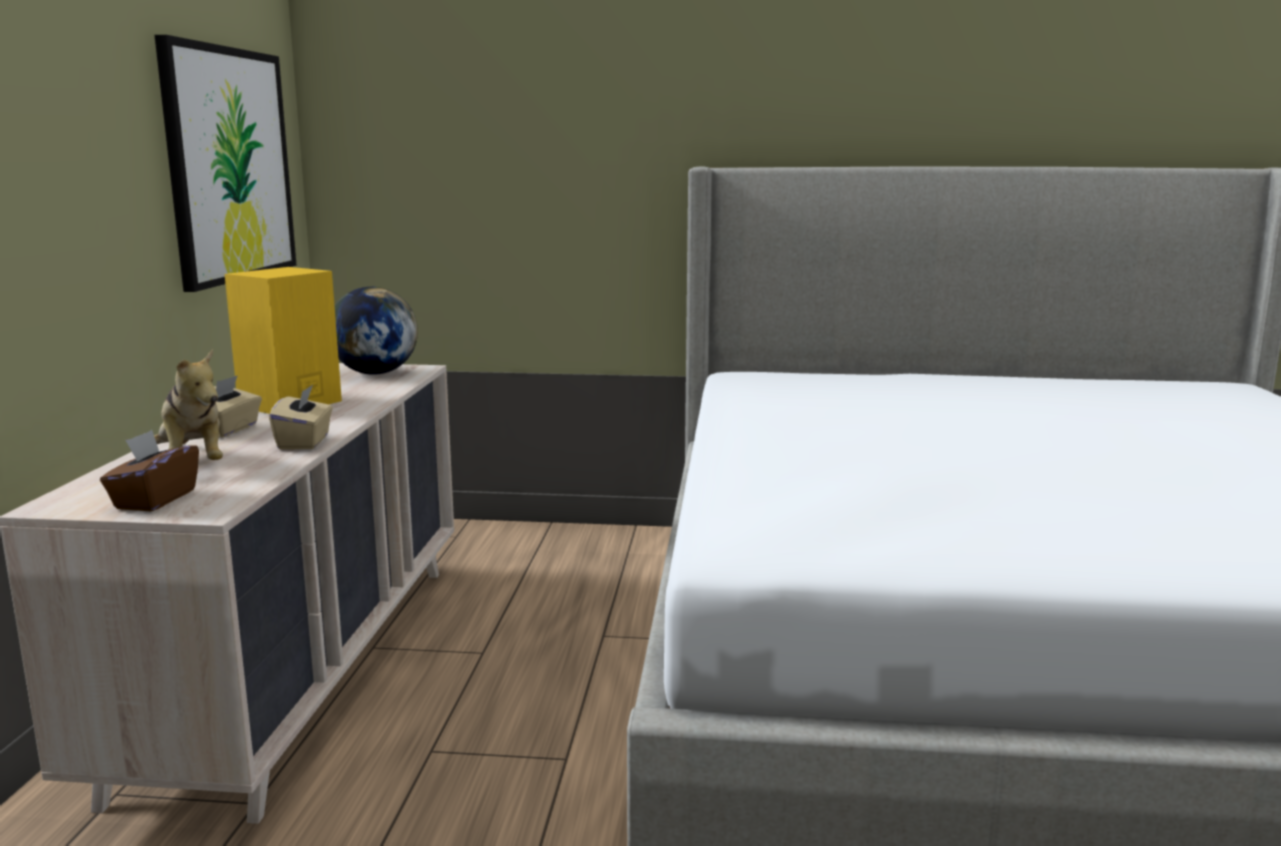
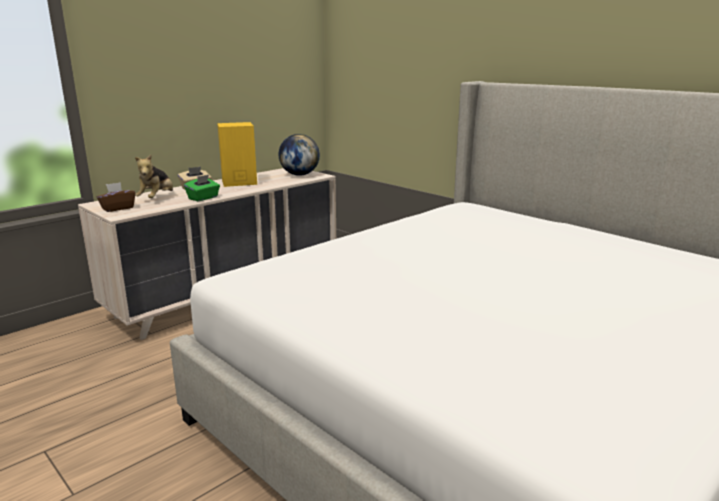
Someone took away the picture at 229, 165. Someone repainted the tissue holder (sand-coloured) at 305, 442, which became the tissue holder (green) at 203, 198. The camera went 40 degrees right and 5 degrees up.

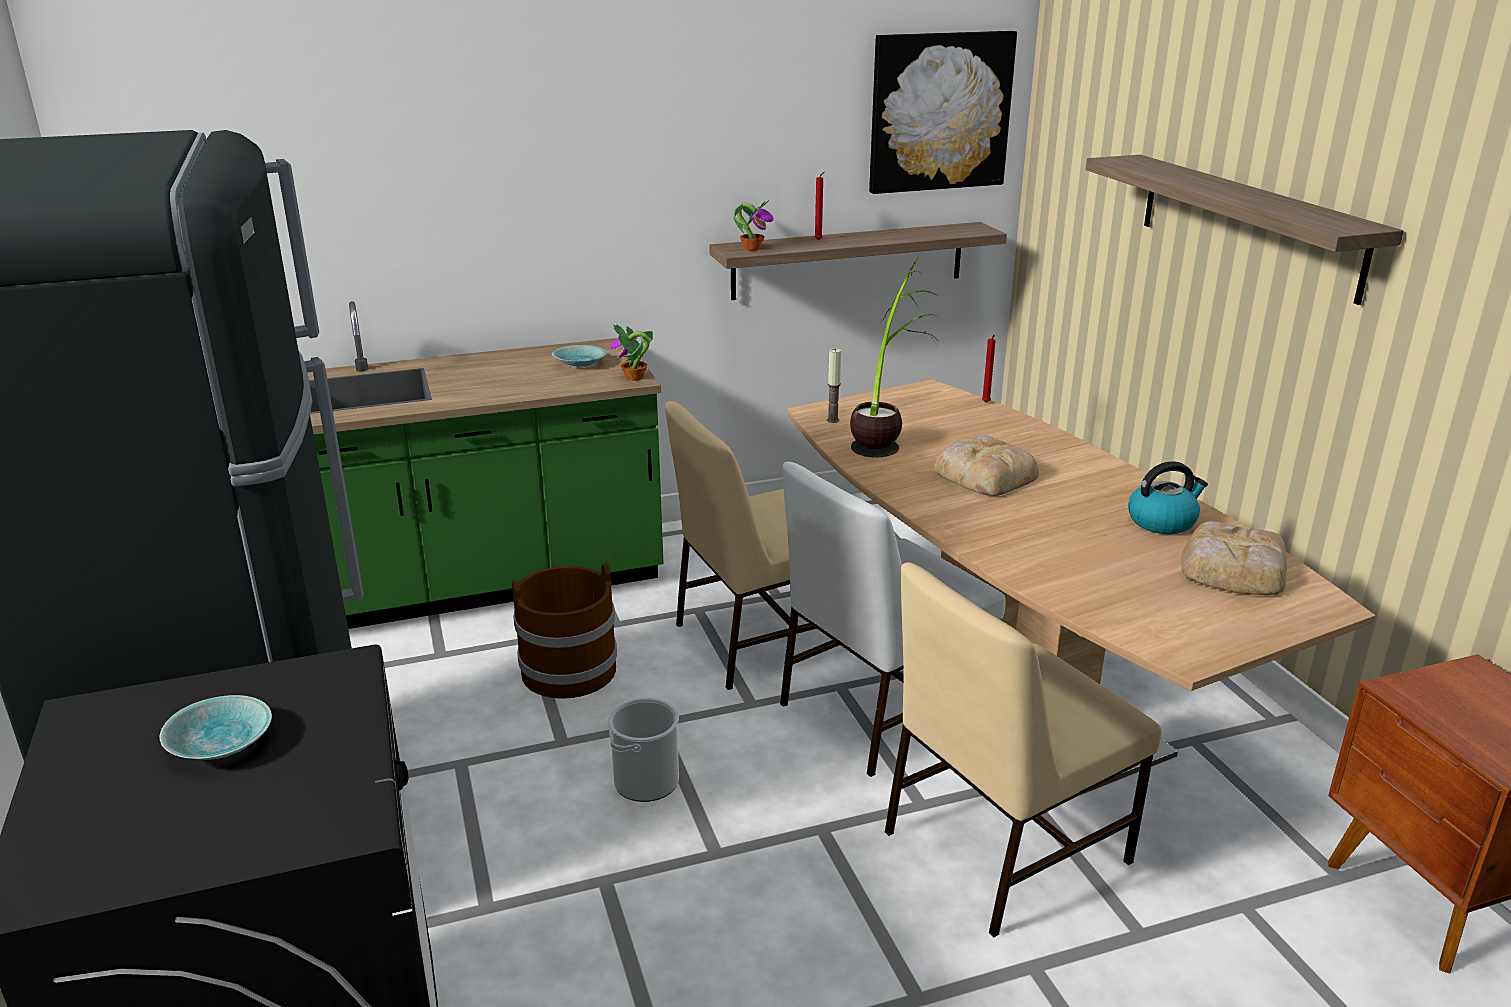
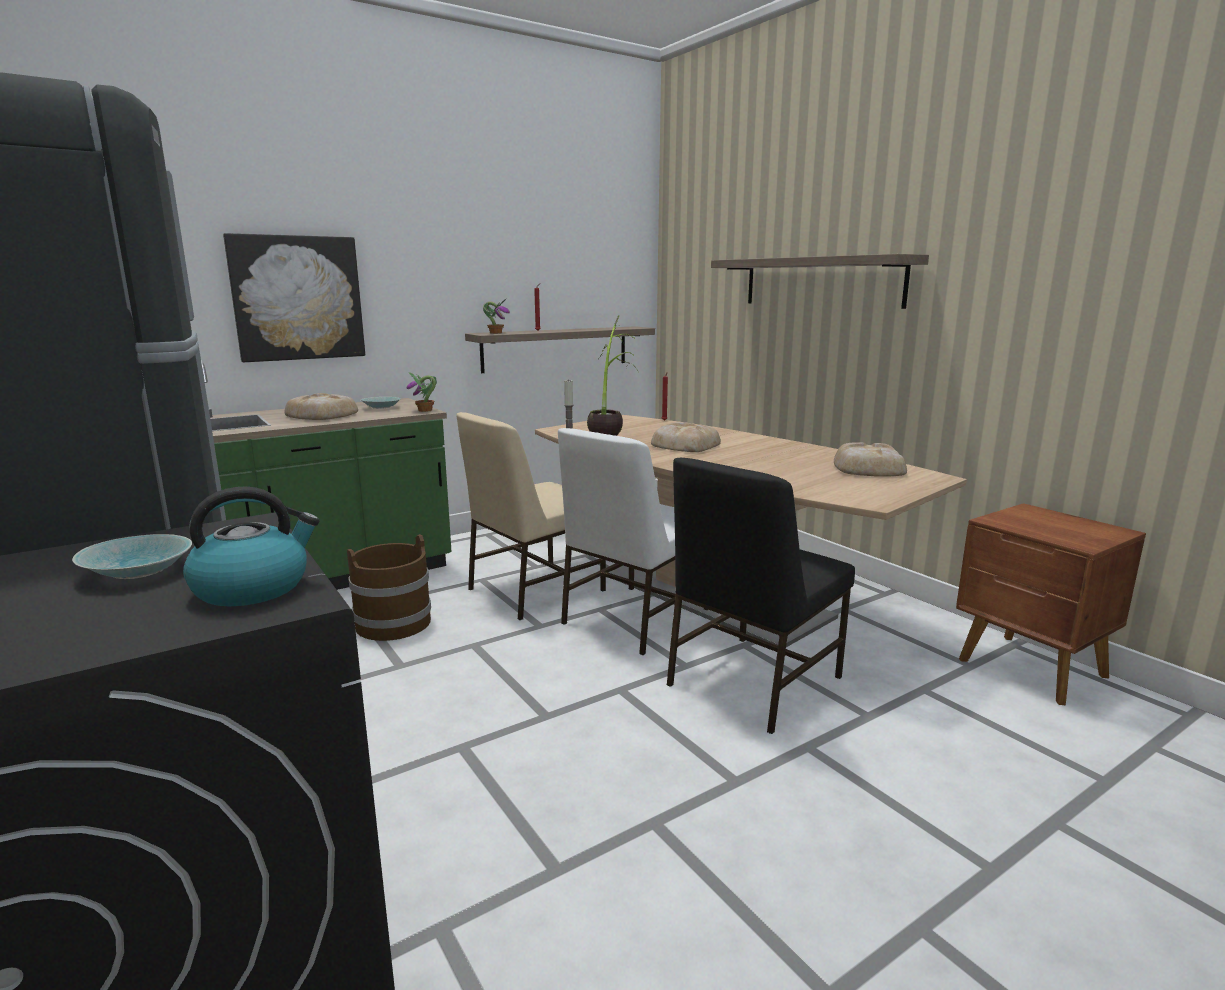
Someone took away the pail at 646, 781. Someone put down the baked bread at 322, 415. Someone carried the picture from 939, 112 to 297, 298. Someone carried the kettle from 1162, 521 to 253, 587. Someone repainted the plain chair (sand-coloured) at 1001, 847, which became the plain chair (black) at 751, 681. The camera went 15 degrees left and 10 degrees down.

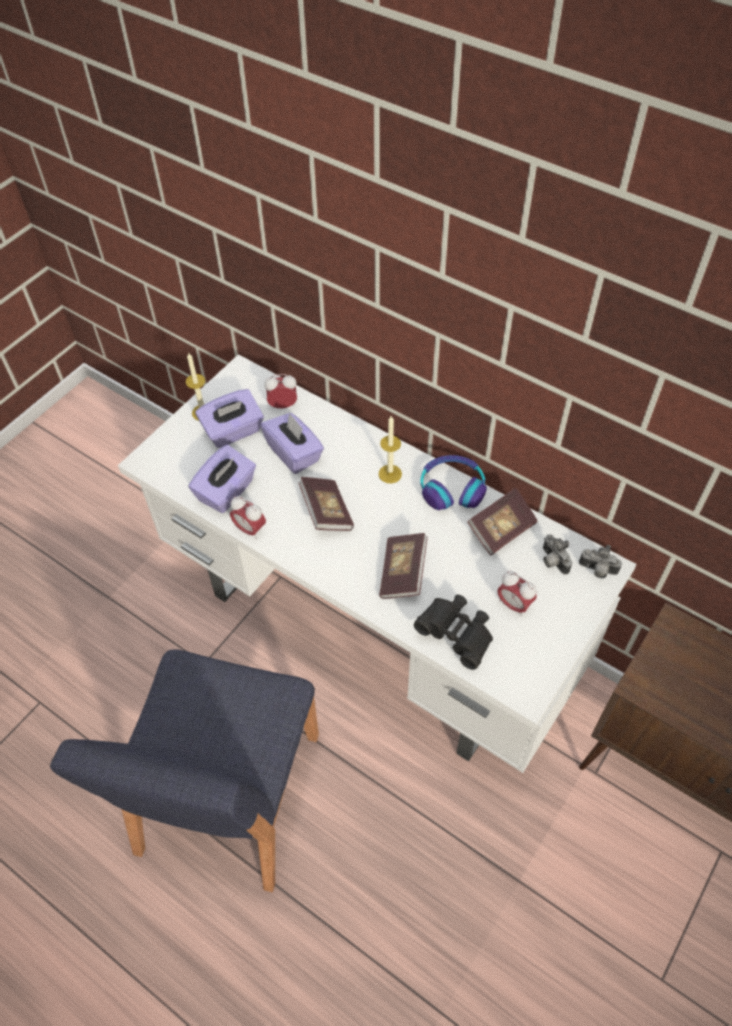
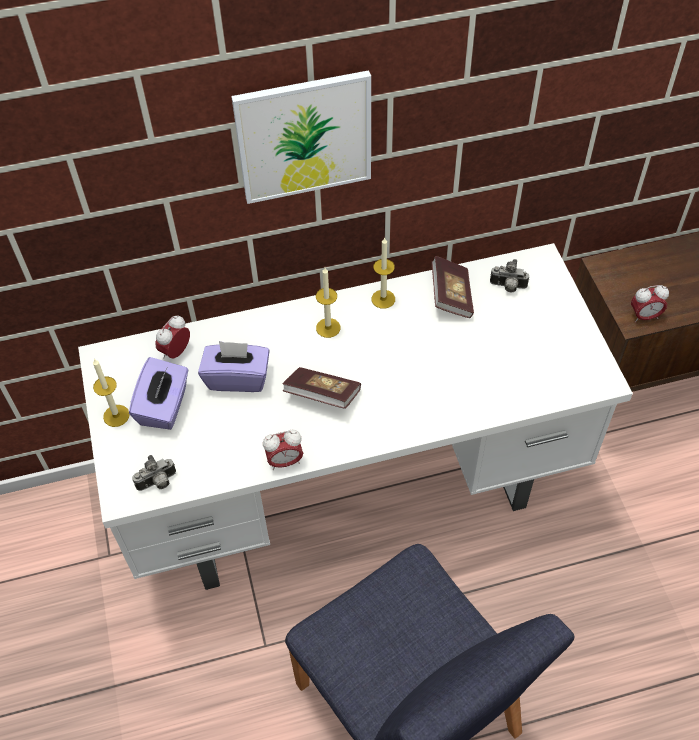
Someone took away the tissue holder (purplish) at 227, 492. Someone took away the volume at 403, 573. Someone took away the pair of binoculars (black) at 457, 635. Someone put up the picture at 304, 137. Someone carried the bedside clock from 513, 604 to 644, 316. Someone carried the photo camera from 597, 571 to 158, 483. Someone swapped the headphones at 452, 488 for the wax candle at 383, 299. The camera went 50 degrees left and 0 degrees up.

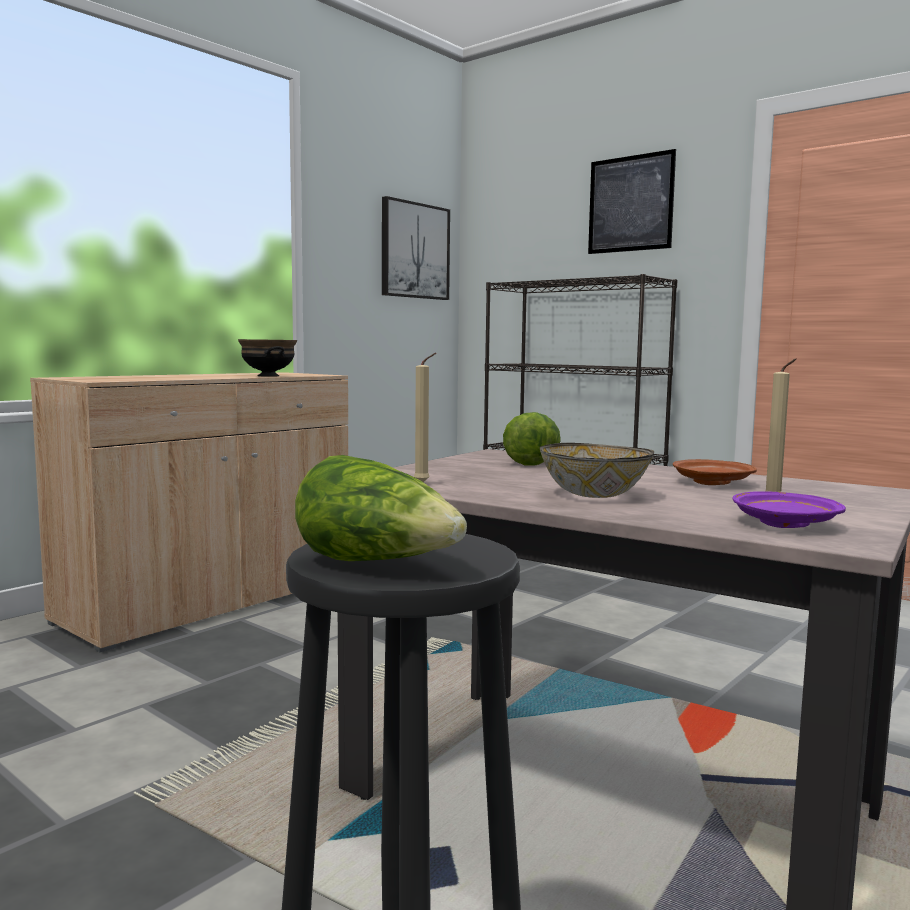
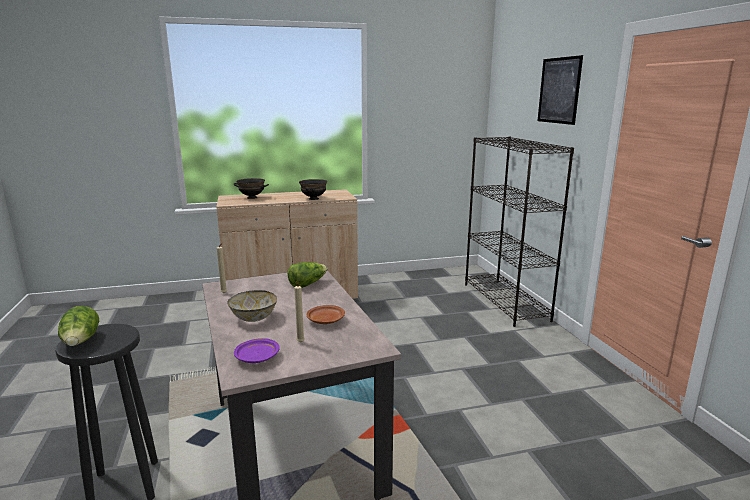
Someone took away the picture at 414, 251. Someone put down the bowl (black) at 252, 197. The camera went 35 degrees right and 10 degrees up.

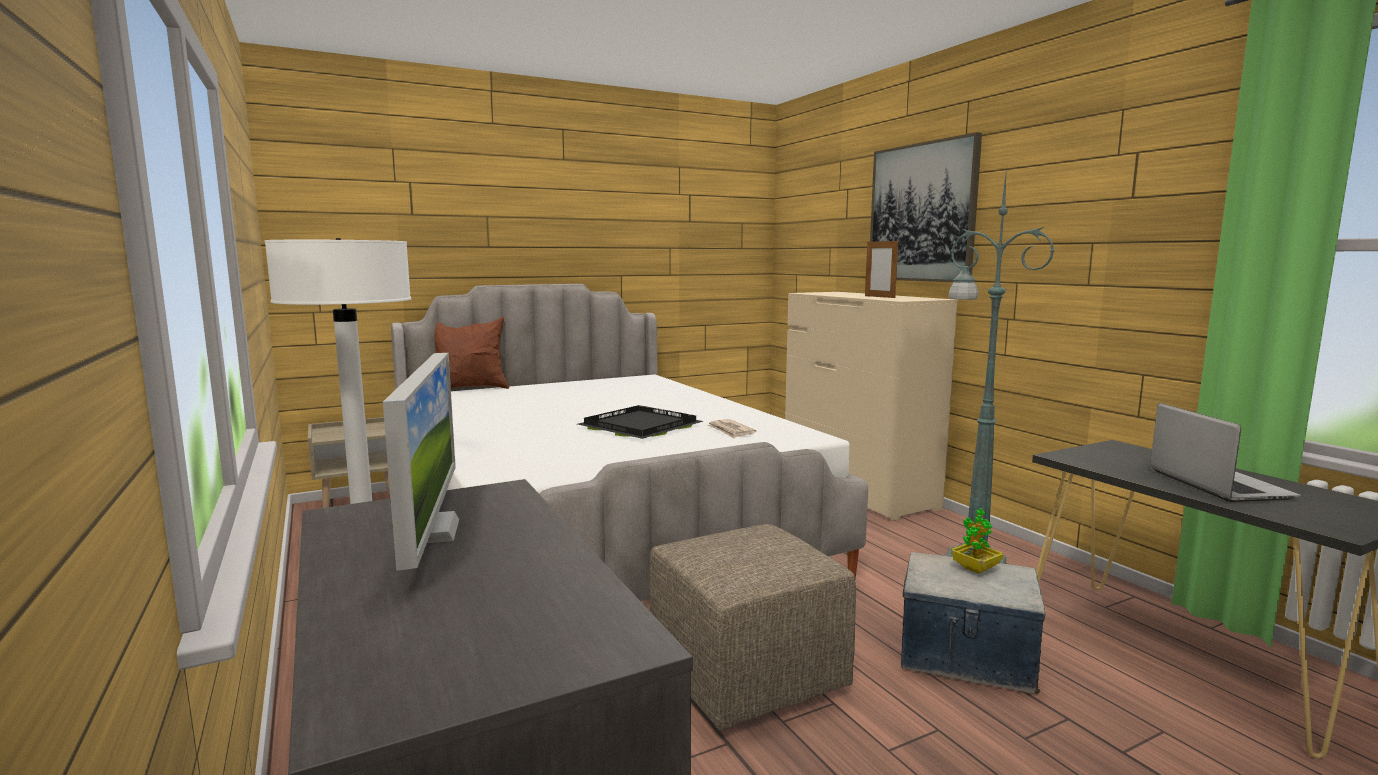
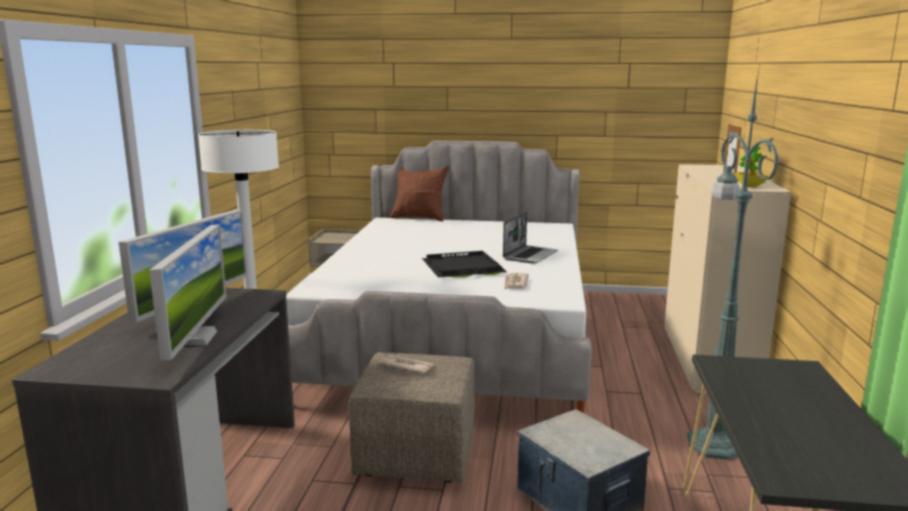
Someone took away the picture at 922, 213. Someone put down the computer display at 196, 338. Someone put down the newspaper at 406, 366. Someone carried the plant in a pot from 975, 568 to 749, 186. Someone carried the notebook computer from 1216, 484 to 530, 255. The camera went 35 degrees right and 5 degrees up.

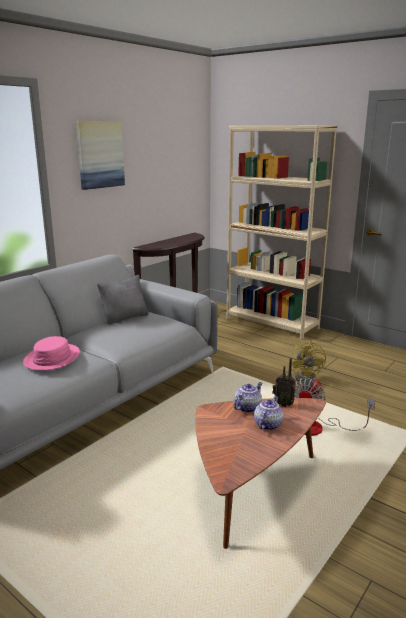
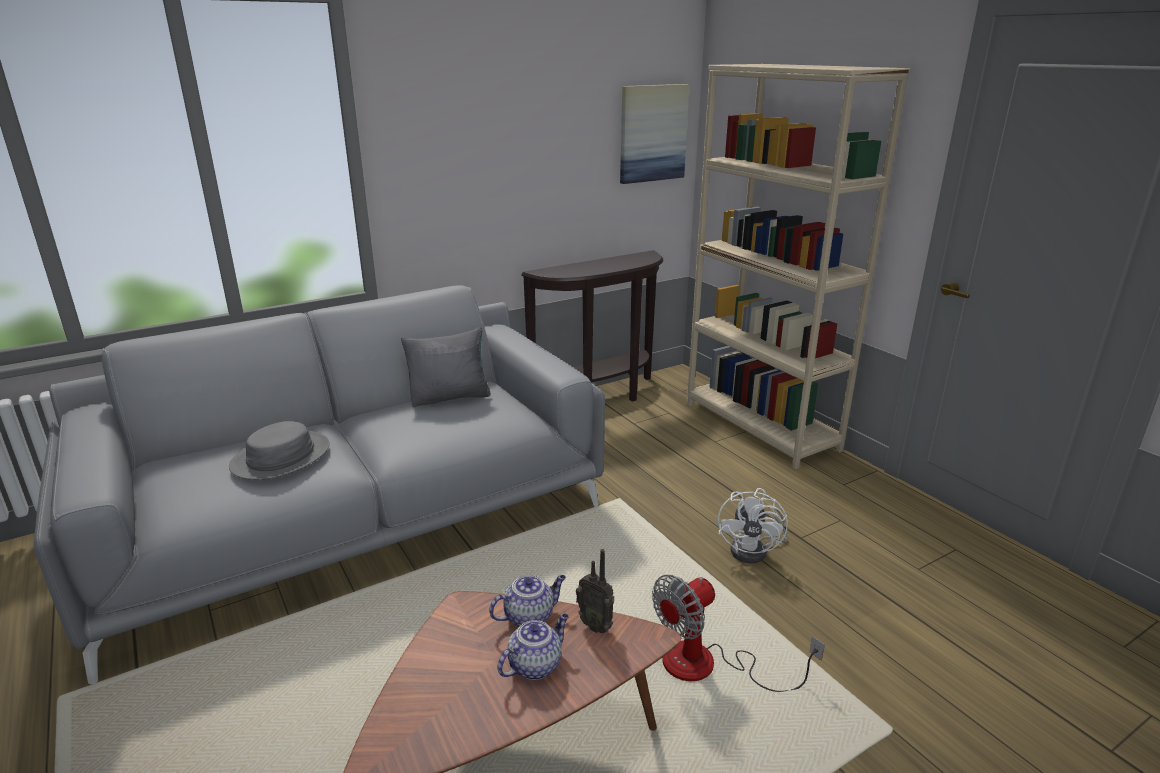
Someone carried the picture from 100, 154 to 652, 133. Someone repainted the wearable hat (pink) at 52, 358, which became the wearable hat (gray) at 281, 457. Someone repainted the cooling fan (yellow) at 307, 377, which became the cooling fan (white-coloured) at 755, 550. The camera went 20 degrees right and 5 degrees up.

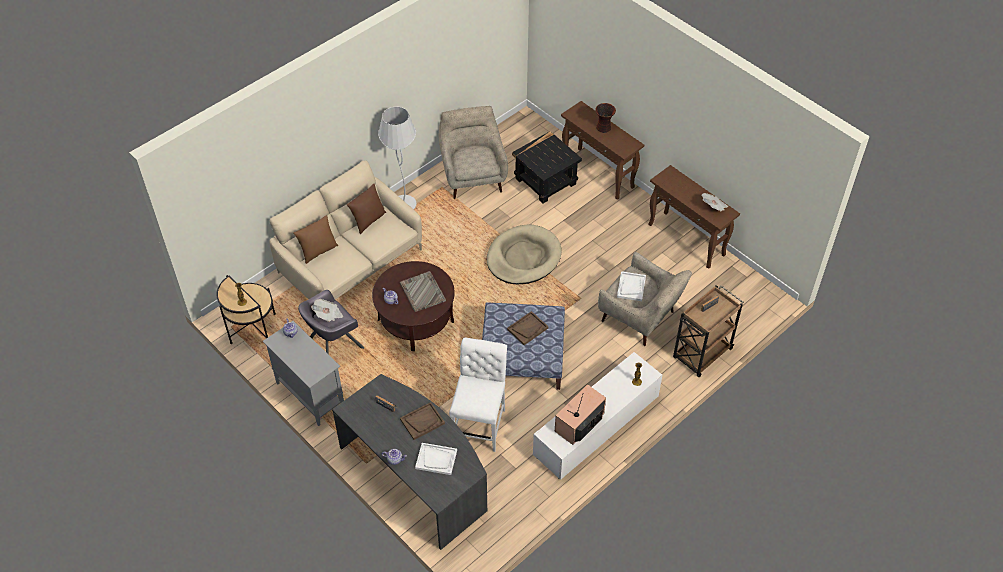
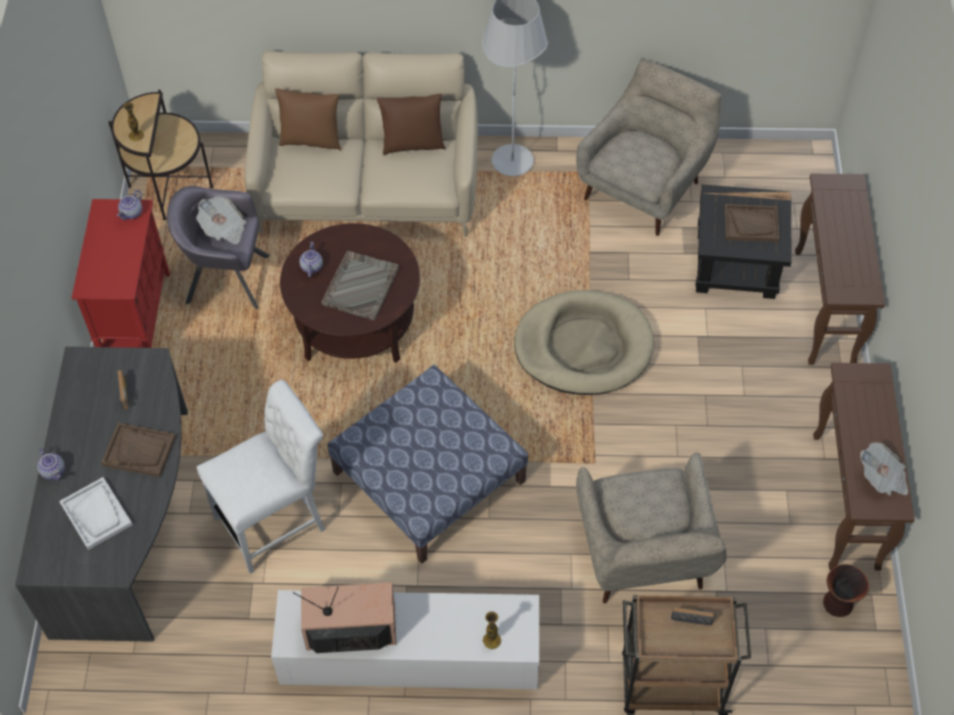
Someone took away the serving tray (white-coloured) at 631, 287. Someone carried the serving tray (brownish) from 527, 329 to 751, 224. Someone carried the decorative vase from 604, 128 to 838, 604. Someone repainted the storage cabinet (gray) at 309, 394, which became the storage cabinet (reddish) at 136, 317. The camera went 45 degrees right and 5 degrees up.

